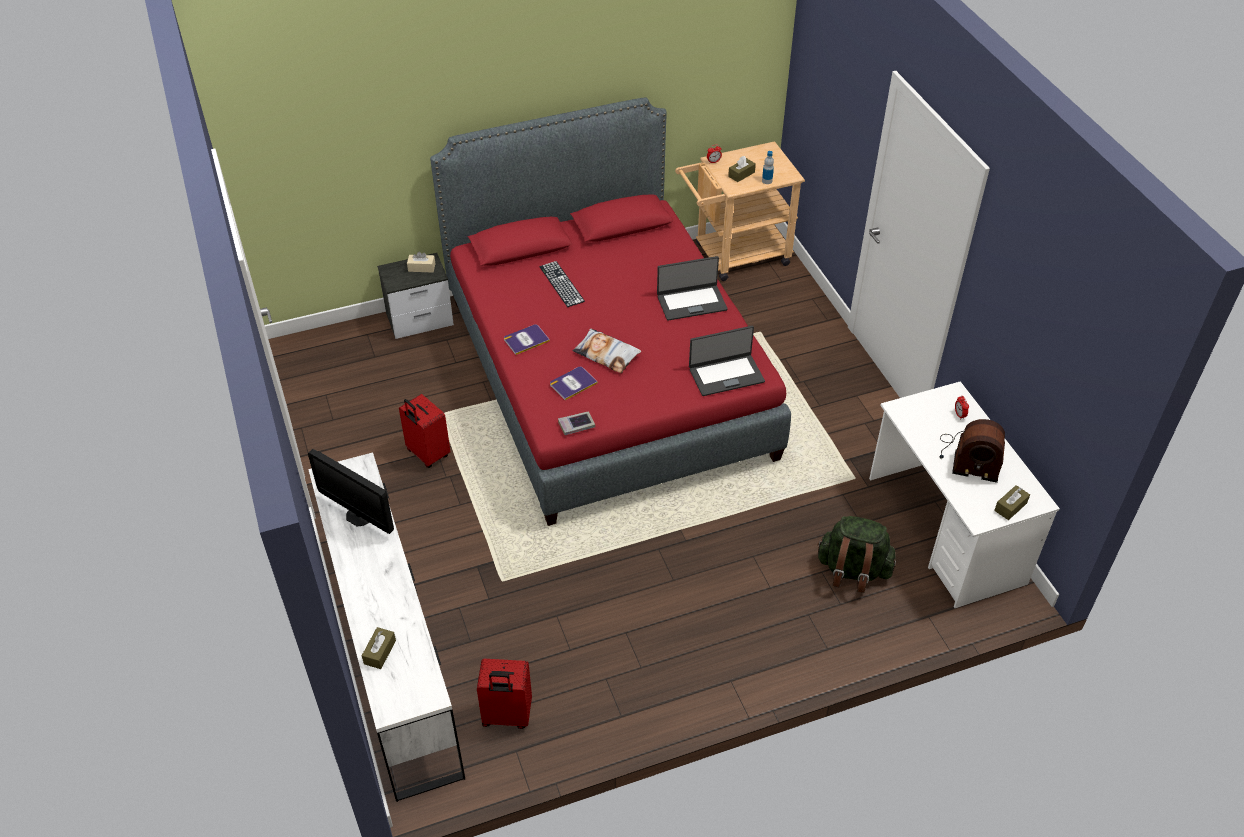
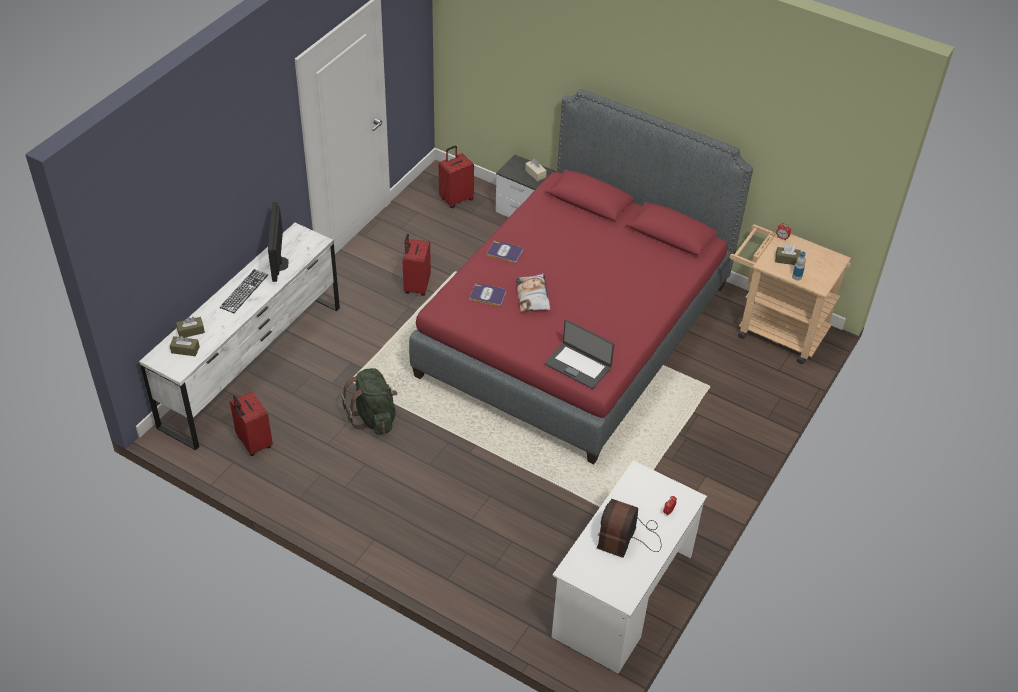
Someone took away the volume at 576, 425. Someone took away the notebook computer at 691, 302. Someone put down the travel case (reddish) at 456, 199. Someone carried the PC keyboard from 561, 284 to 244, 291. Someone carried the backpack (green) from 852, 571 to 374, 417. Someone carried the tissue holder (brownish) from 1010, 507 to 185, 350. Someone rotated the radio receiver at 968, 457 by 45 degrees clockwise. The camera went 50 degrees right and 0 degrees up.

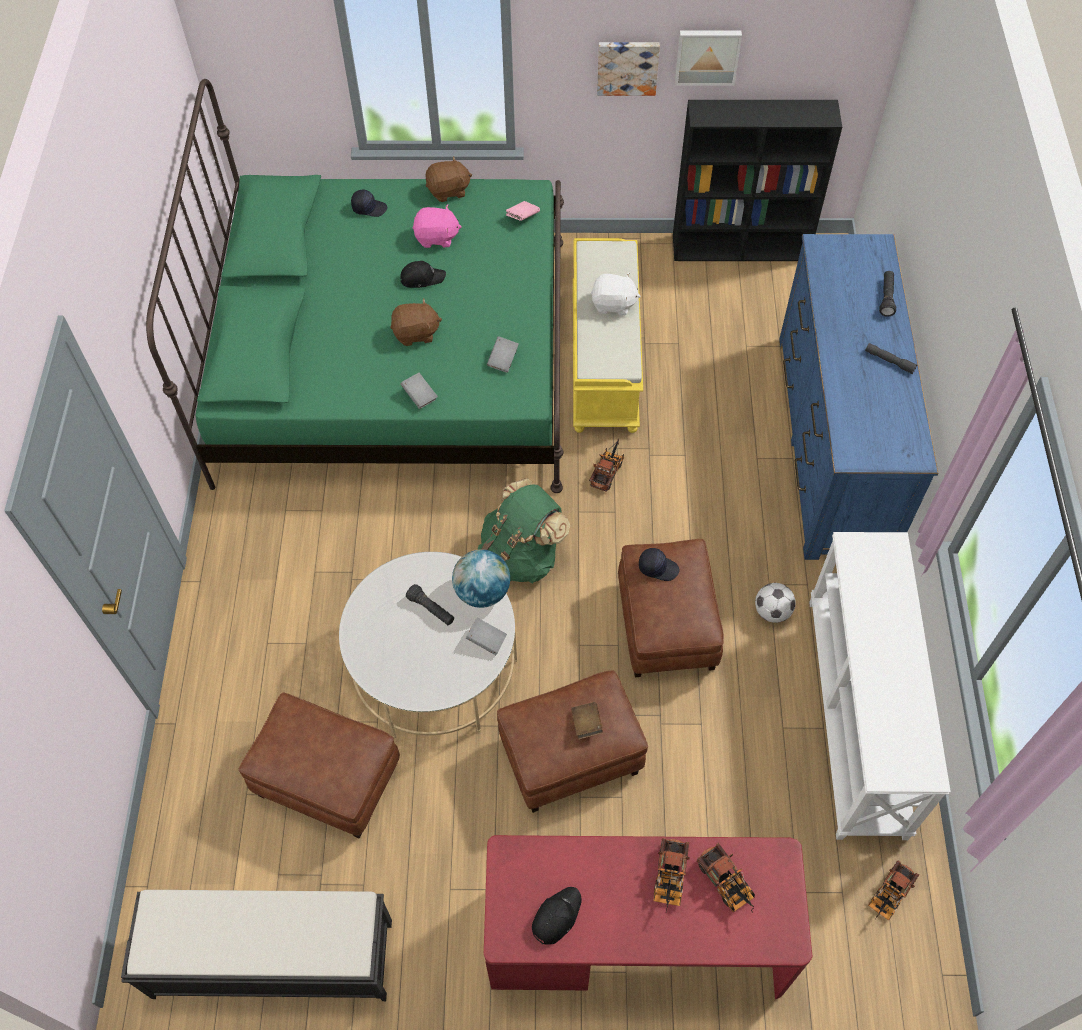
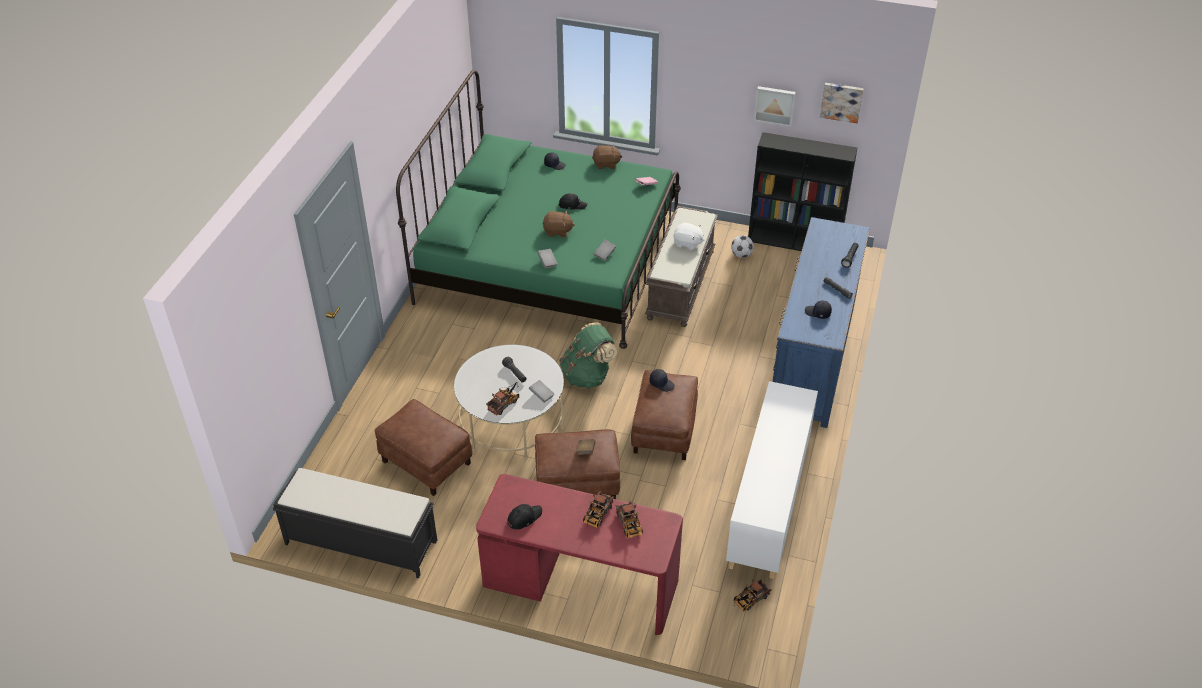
Someone took away the cuddly toy (pink) at 436, 238. Someone took away the desk globe at 482, 592. Someone put down the peaked cap (black) at 817, 313. Someone carried the model truck from 608, 470 to 505, 403. Someone carried the picture from 627, 66 to 841, 101. Someone carried the football ball from 772, 611 to 741, 255. Someone swapped the console table (white-coloured) at 858, 715 for the storage cabinet (white-coloured) at 768, 504. Someone repainted the long seat (yellow) at 603, 358, which became the long seat (brownish) at 680, 284. The camera went 15 degrees right and 15 degrees down.

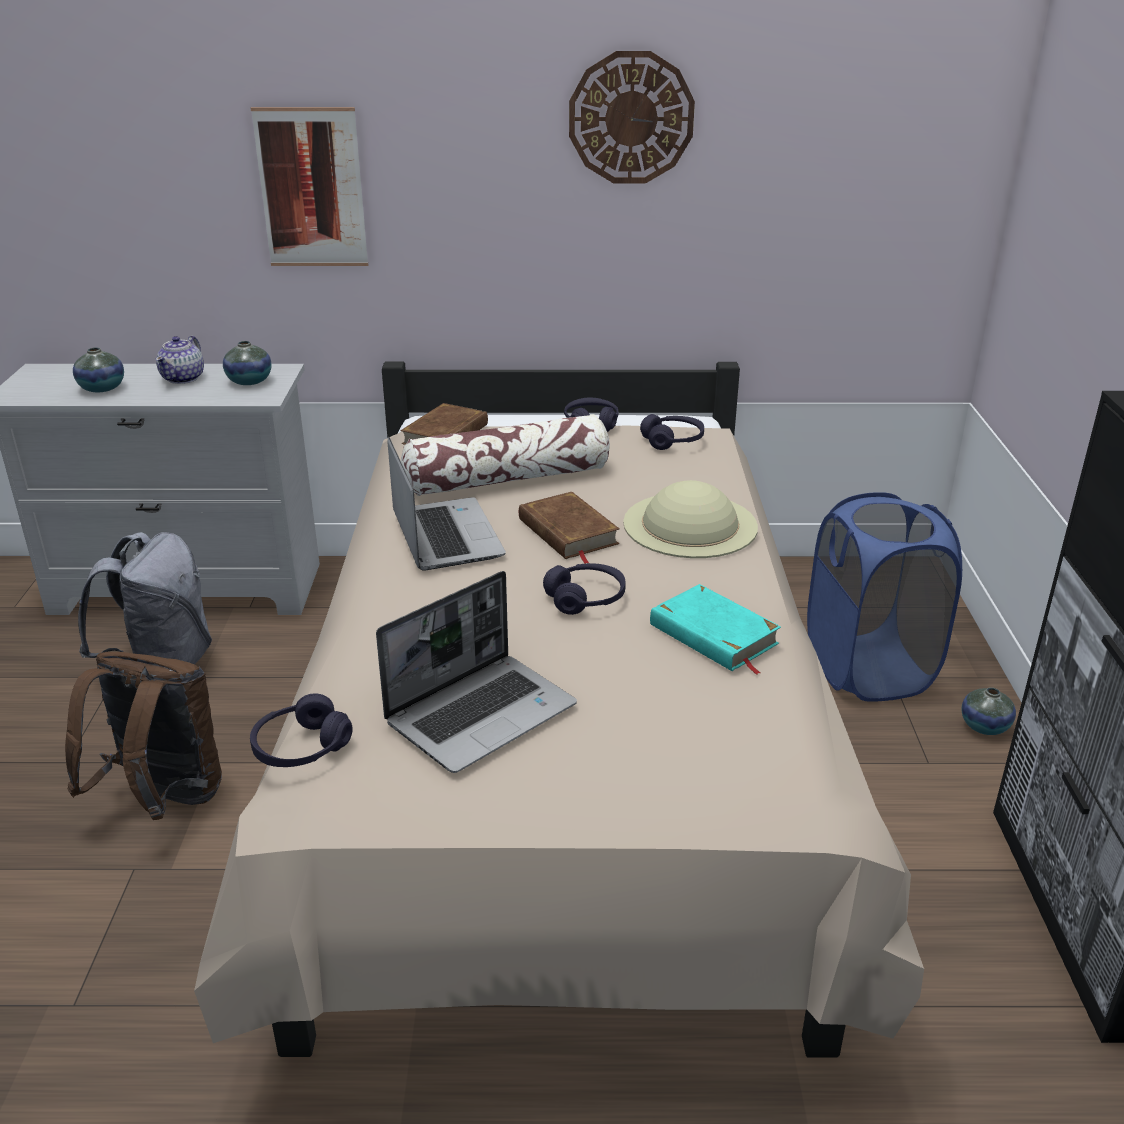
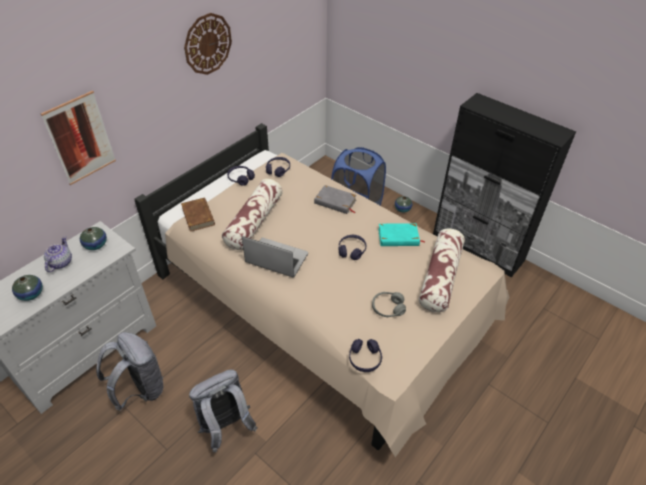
Someone took away the volume (brownish) at 567, 532. Someone put down the throw pillow at 440, 277. Someone swapped the notebook computer at 482, 713 for the headphones (gray) at 388, 308. Someone swapped the wearable hat (sand-coloured) at 690, 524 for the volume (gray) at 335, 202. Someone repainted the backpack (brownish) at 163, 800, which became the backpack (gray) at 225, 426. Someone rotated the teapot at 184, 378 by 135 degrees counterclockwise. The camera went 50 degrees left and 15 degrees up.

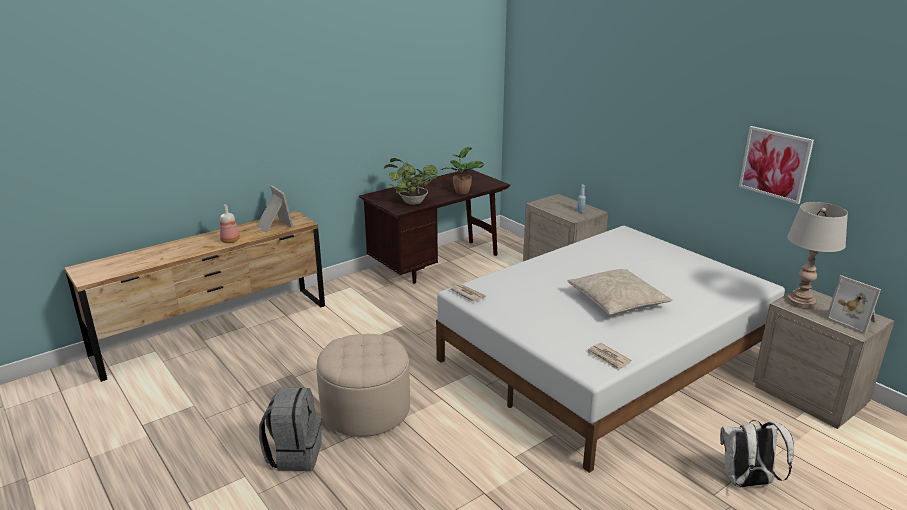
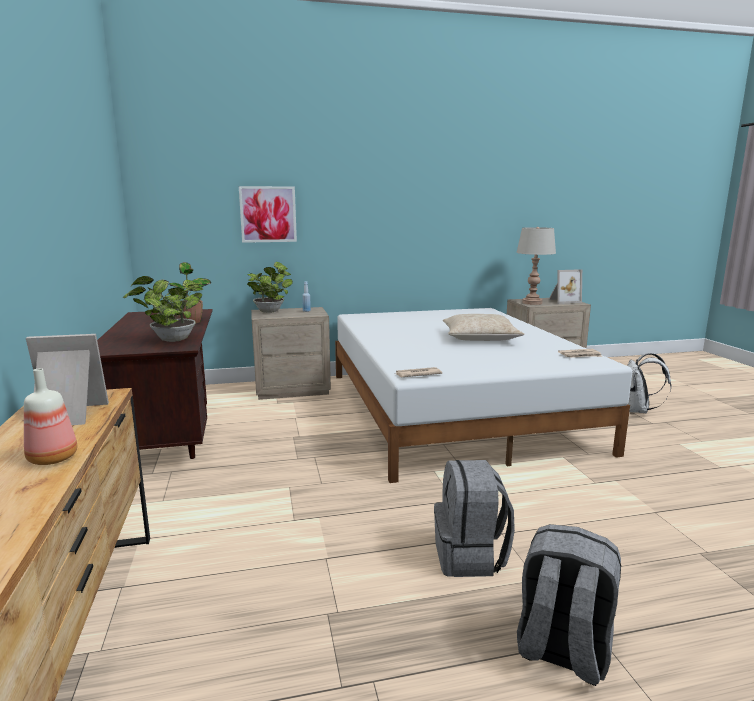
Someone put down the plant in a pot at 270, 311. Someone carried the picture from 775, 164 to 268, 214. Someone swapped the ottoman (sand-coloured) at 365, 409 for the backpack (gray) at 470, 556. The camera went 65 degrees left and 10 degrees down.

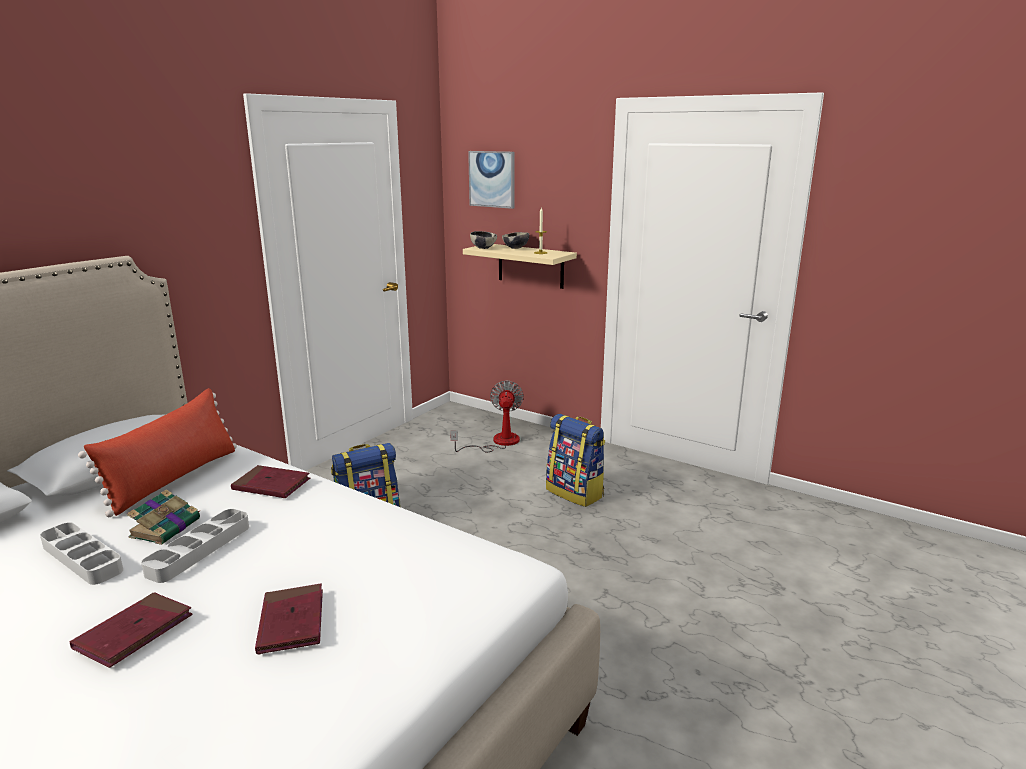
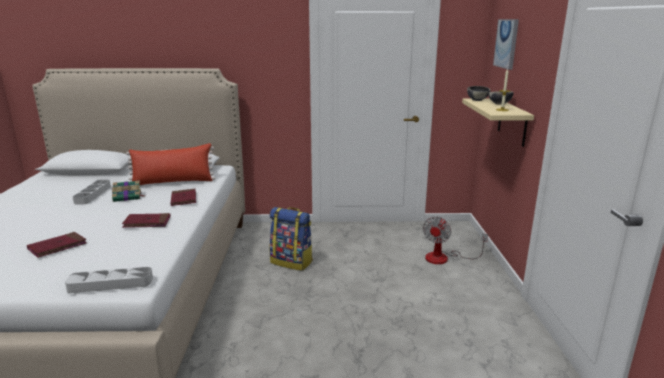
Someone took away the backpack at 575, 493. Someone carried the volume (reddish) from 134, 632 to 147, 222. Someone carried the serving tray (gray) from 199, 549 to 111, 284. Someone rotated the cooling fan at 497, 442 by 150 degrees clockwise. The camera went 55 degrees right and 0 degrees up.

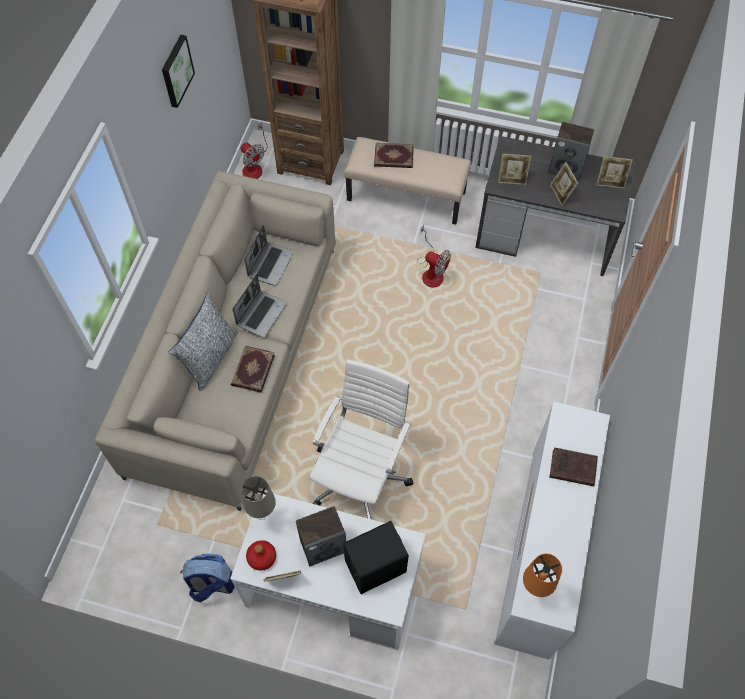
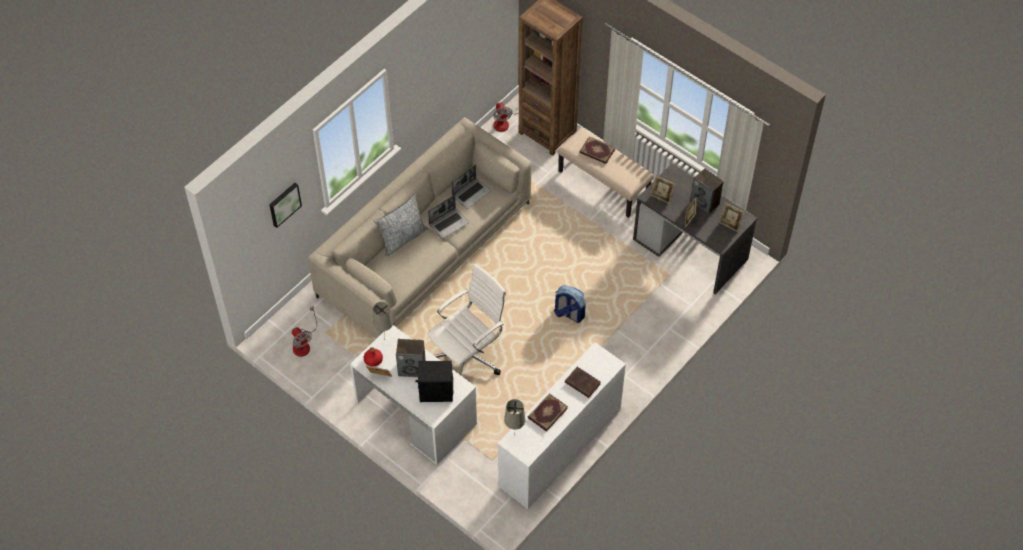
Someone carried the picture from 176, 71 to 284, 204. Someone carried the backpack from 212, 584 to 568, 314. Someone carried the volume from 252, 370 to 547, 412. Someone carried the cooling fan from 431, 272 to 303, 343. Someone repainted the lamp for a table (orange) at 530, 595, which became the lamp for a table (sand-coloured) at 514, 438. The camera went 25 degrees right and 5 degrees down.

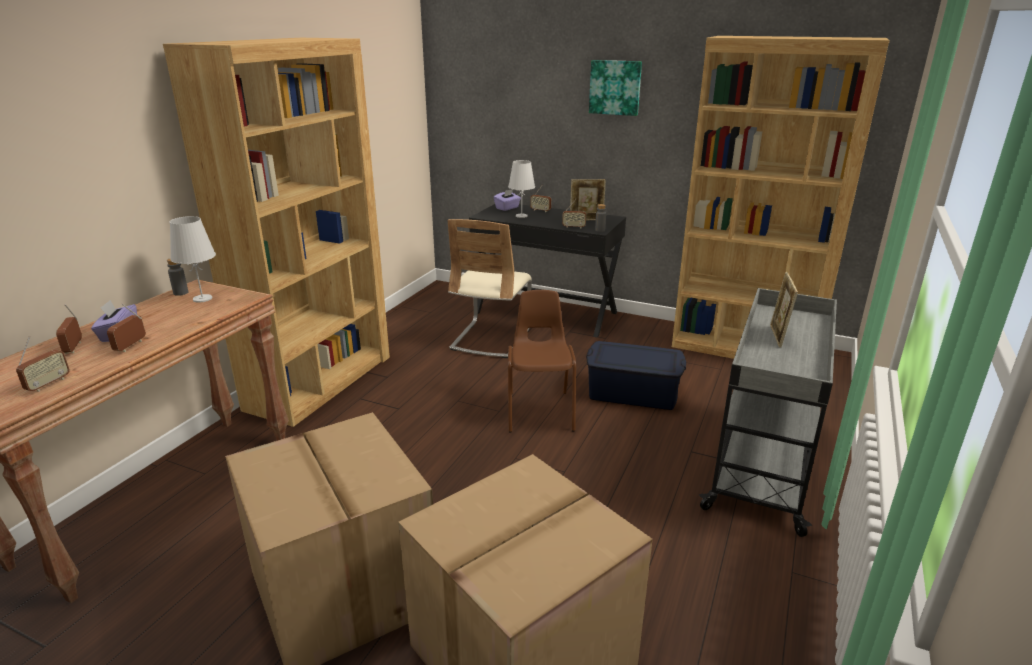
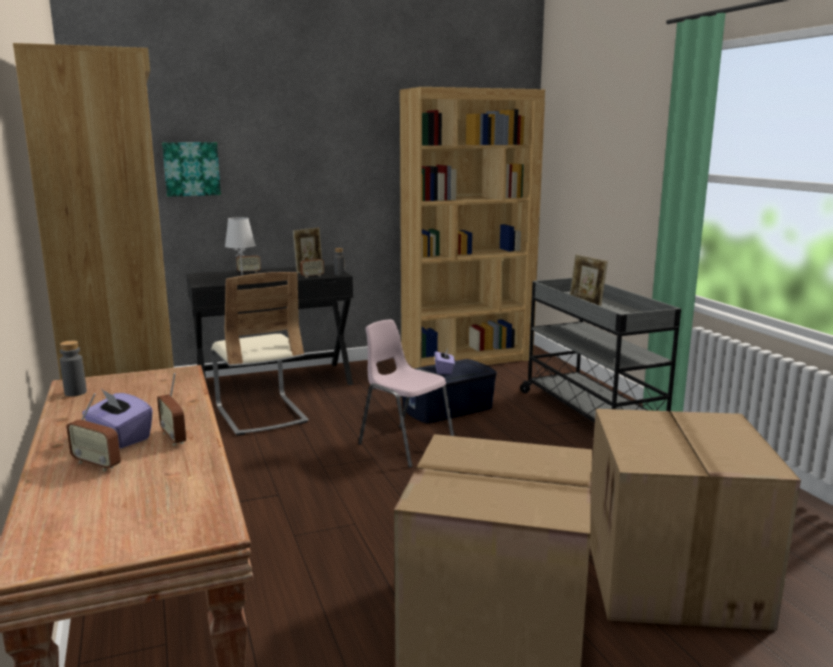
Someone took away the radio receiver at 48, 384. Someone took away the lamp for a table (white-coloured) at 202, 299. Someone carried the tissue holder (purplish) from 507, 208 to 444, 370. Someone carried the picture from 615, 87 to 191, 169. Someone repainted the plain chair (brownish) at 540, 411, which became the plain chair (pink) at 405, 445. The camera went 45 degrees left and 10 degrees down.

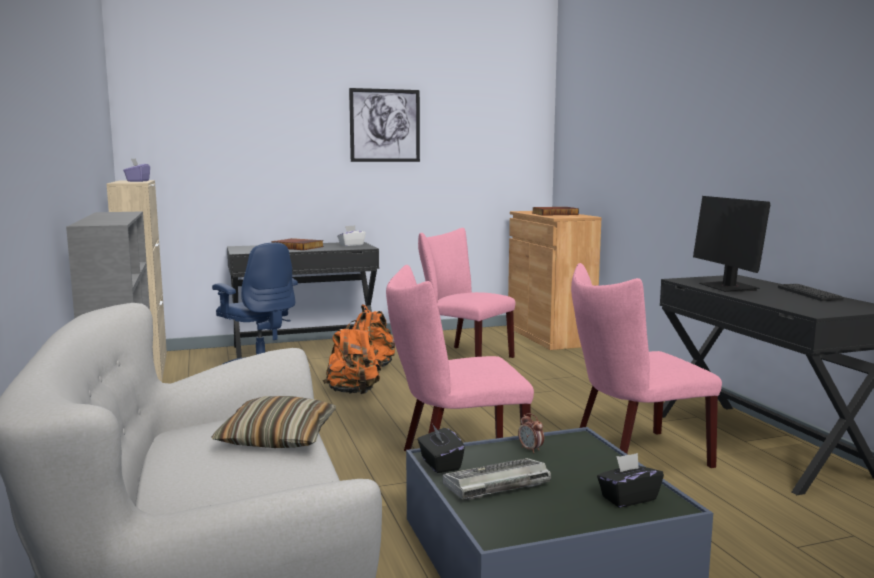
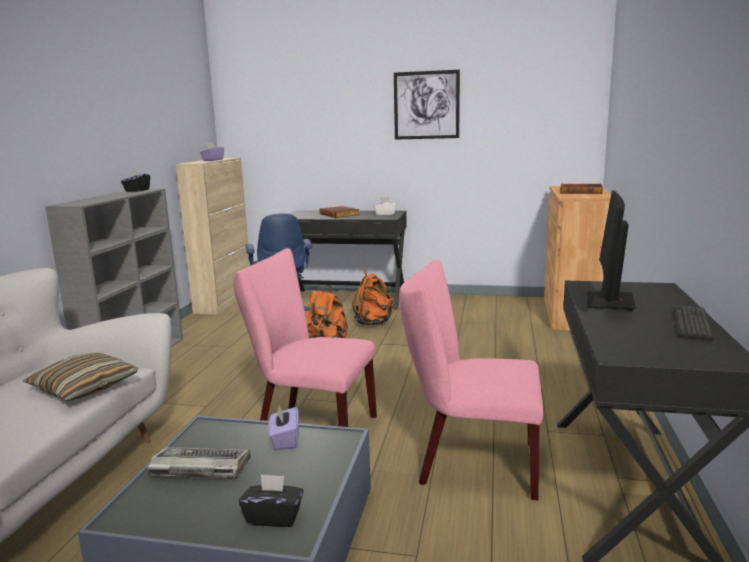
Someone took away the plain chair (pink) at 462, 357. Someone carried the tissue holder (black) from 440, 464 to 137, 190. Someone swapped the bedside clock at 530, 449 for the tissue holder (purplish) at 285, 440. The camera went 30 degrees right and 5 degrees up.

